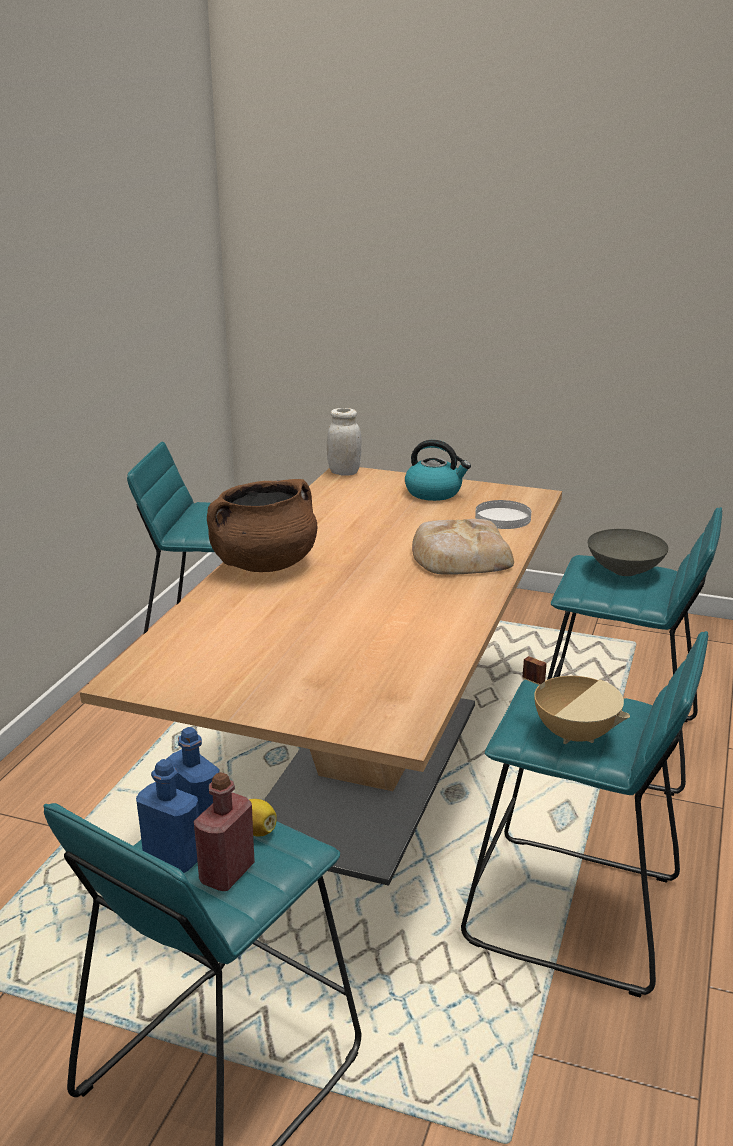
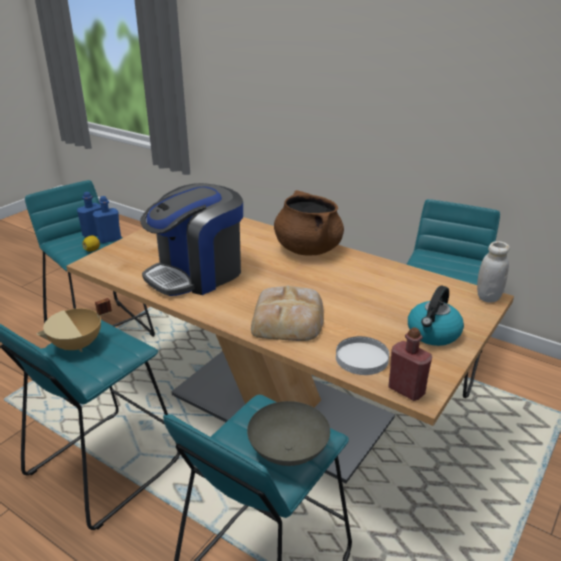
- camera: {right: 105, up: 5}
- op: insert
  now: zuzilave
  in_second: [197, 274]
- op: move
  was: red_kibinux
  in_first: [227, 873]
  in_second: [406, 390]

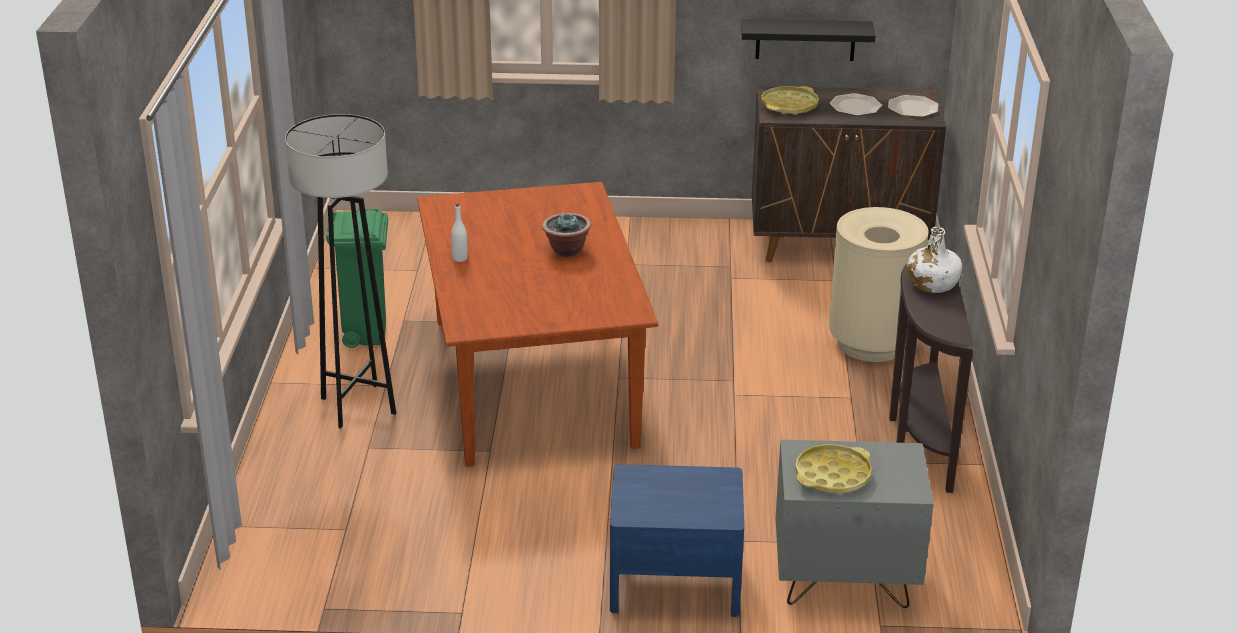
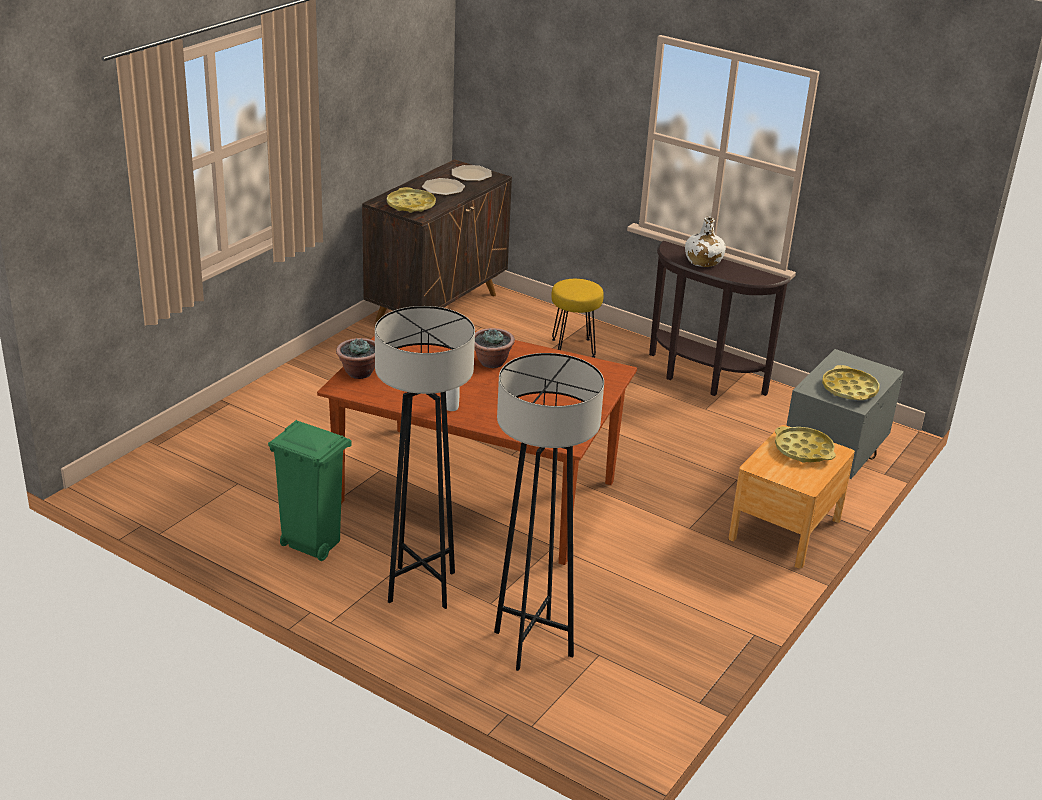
- camera: {right: -60, up: 0}
- op: insert
  now: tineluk
  in_second: [358, 373]
- op: insert
  now: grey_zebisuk
  in_second: [533, 644]
- op: replace
  was: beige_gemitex
  now: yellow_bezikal
  in_first: [872, 343]
  in_second: [573, 348]
- op: recolor
  was: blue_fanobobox
  now: brown_fanobobox
  in_first: [675, 582]
  in_second: [785, 529]
- op: insert
  now: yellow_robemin
  in_second: [803, 450]
- op: delete
  was: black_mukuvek
  in_first: [805, 39]

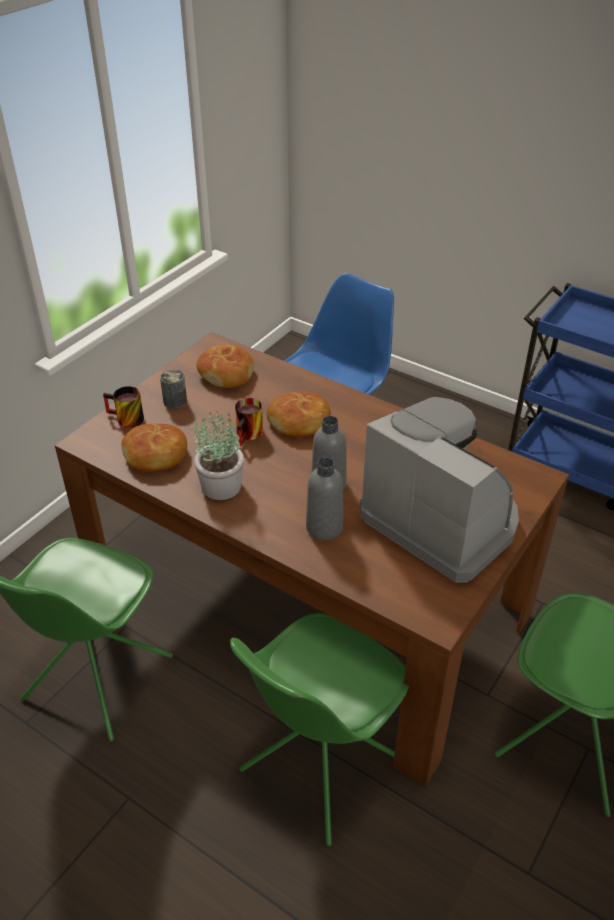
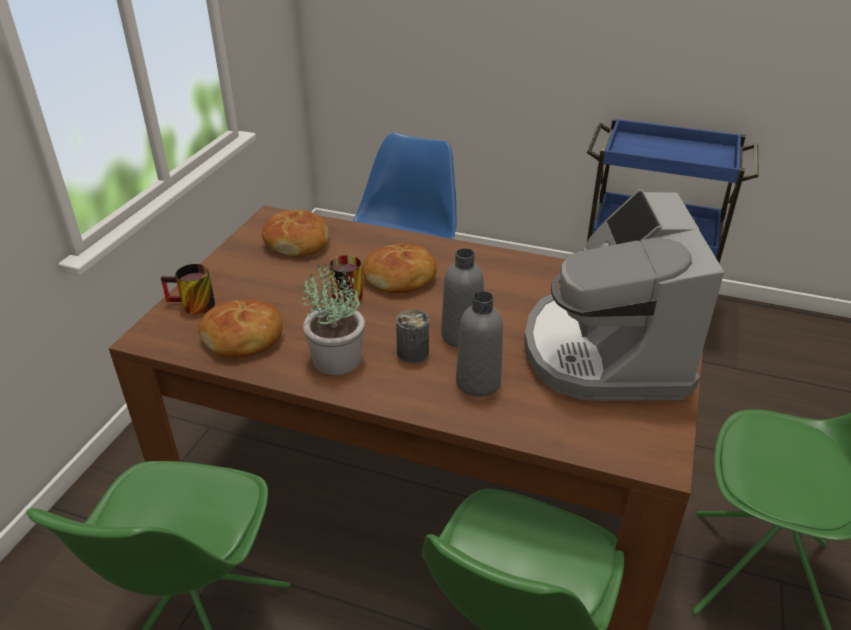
- camera: {right: -15, up: -5}
- op: move
  was: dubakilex
  in_first: [175, 401]
  in_second: [413, 353]
- op: rotate
  was: zuzilave
  in_first: [442, 520]
  in_second: [605, 351]
  clockwise: -120

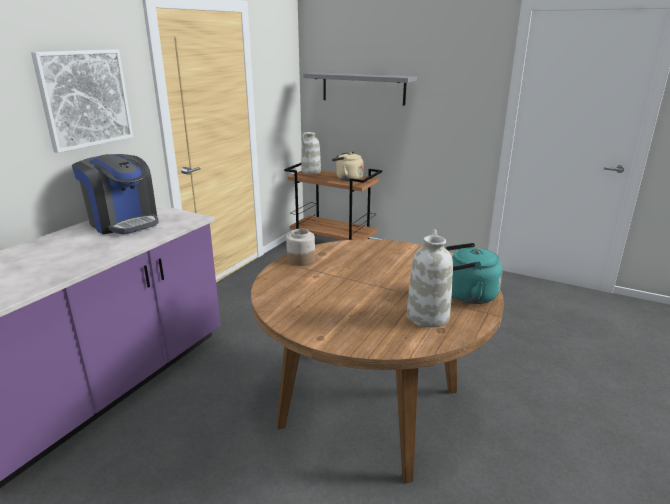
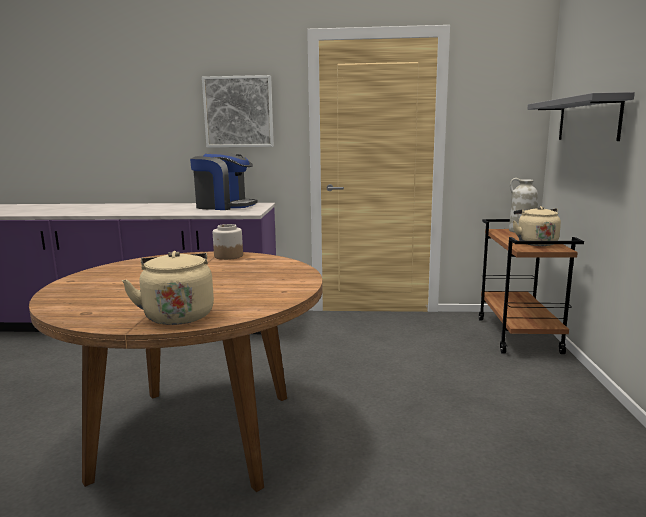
- camera: {right: 65, up: -10}
- op: recolor
  was: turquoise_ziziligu
  now: beige_ziziligu
  in_first: [467, 295]
  in_second: [178, 315]
- op: rotate
  was: zuzilave
  in_first: [123, 222]
  in_second: [224, 206]
  clockwise: -90
- op: delete
  was: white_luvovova
  in_first: [427, 316]

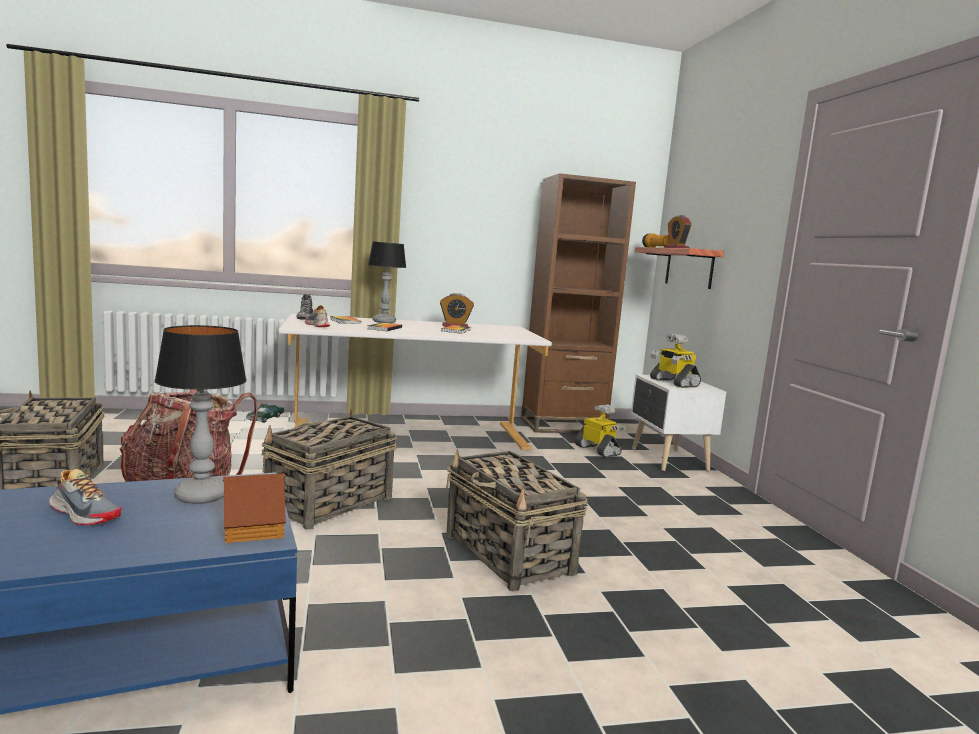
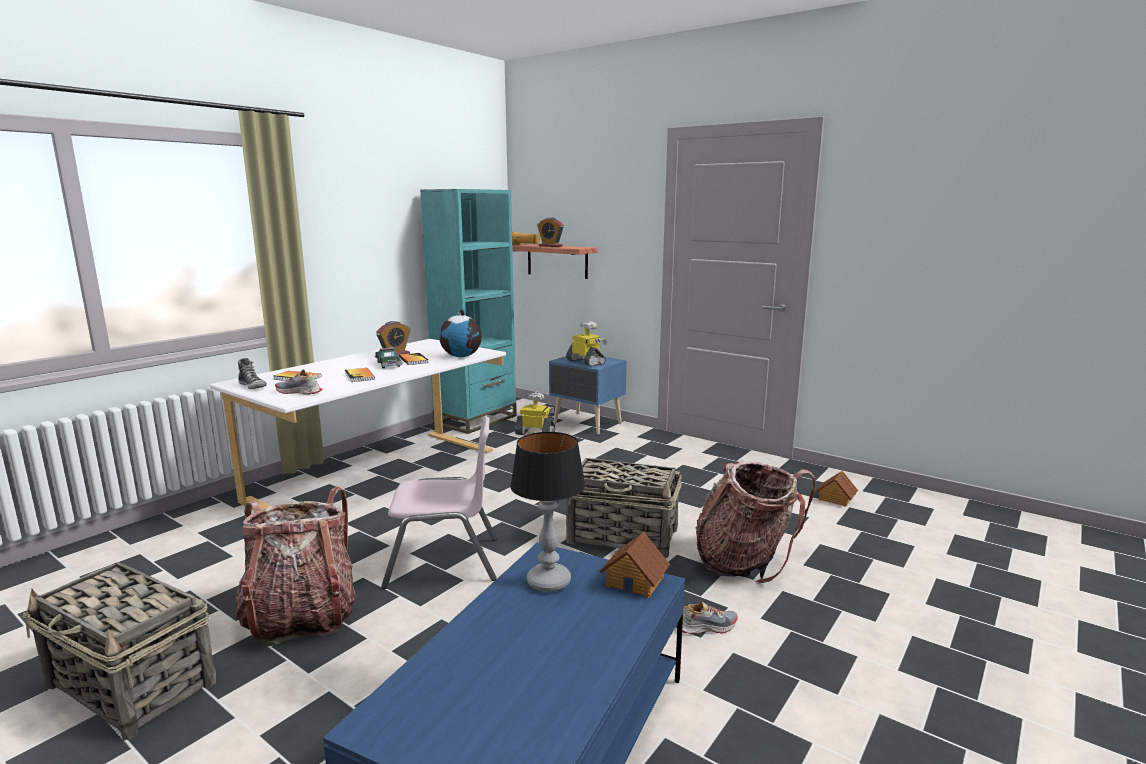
- camera: {right: -40, up: 5}
- op: move
  was: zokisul
  in_first: [265, 418]
  in_second: [388, 364]
- op: replace
  was: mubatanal
  now: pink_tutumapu
  in_first: [328, 503]
  in_second: [444, 562]
- op: recolor
  was: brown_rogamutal
  now: turquoise_rogamutal
  in_first: [563, 425]
  in_second: [476, 420]
- op: insert
  now: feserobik
  in_second: [462, 356]
- op: recolor
  was: white_fanobobox
  now: blue_fanobobox
  in_first: [668, 460]
  in_second: [587, 424]
- op: rotate
  was: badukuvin
  in_first: [673, 383]
  in_second: [586, 362]
  clockwise: -150
- op: move
  was: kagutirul
  in_first: [85, 513]
  in_second: [706, 627]
- op: insert
  now: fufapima
  in_second: [745, 562]
- op: insert
  now: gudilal
  in_second: [835, 499]
- op: delete
  was: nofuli
  in_first: [384, 322]

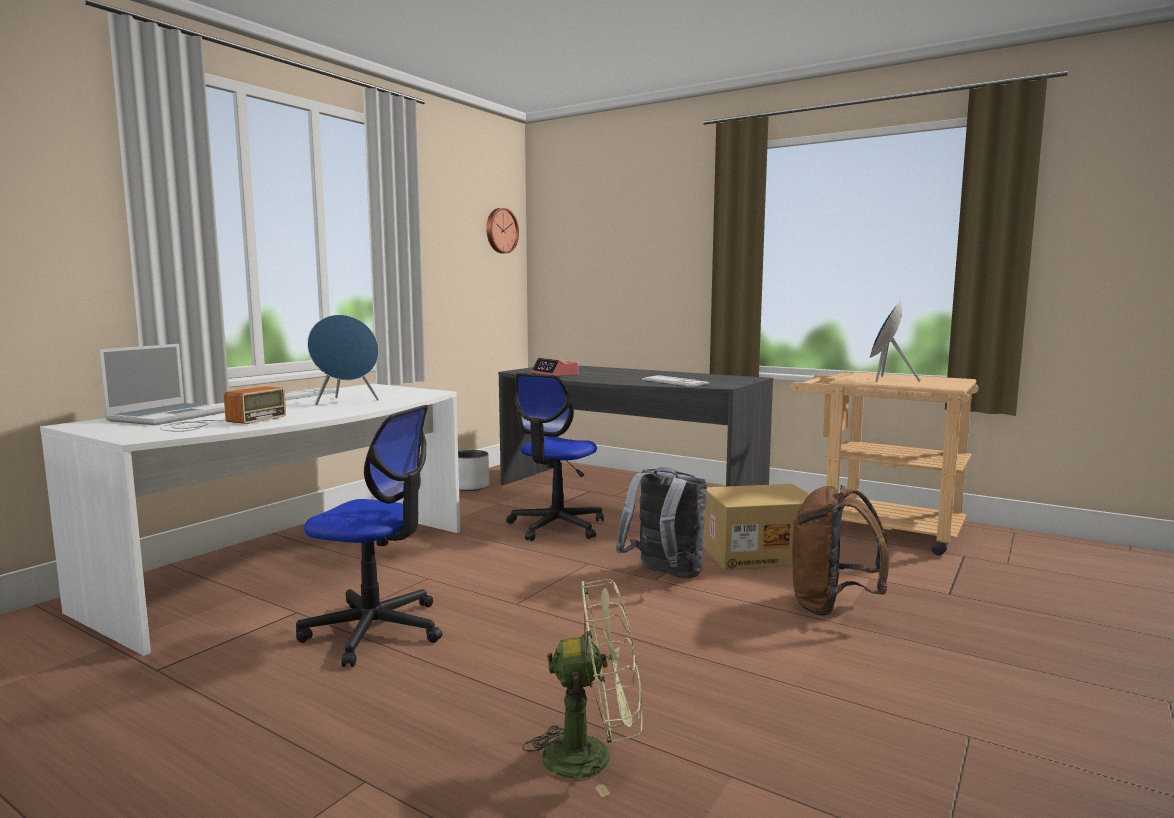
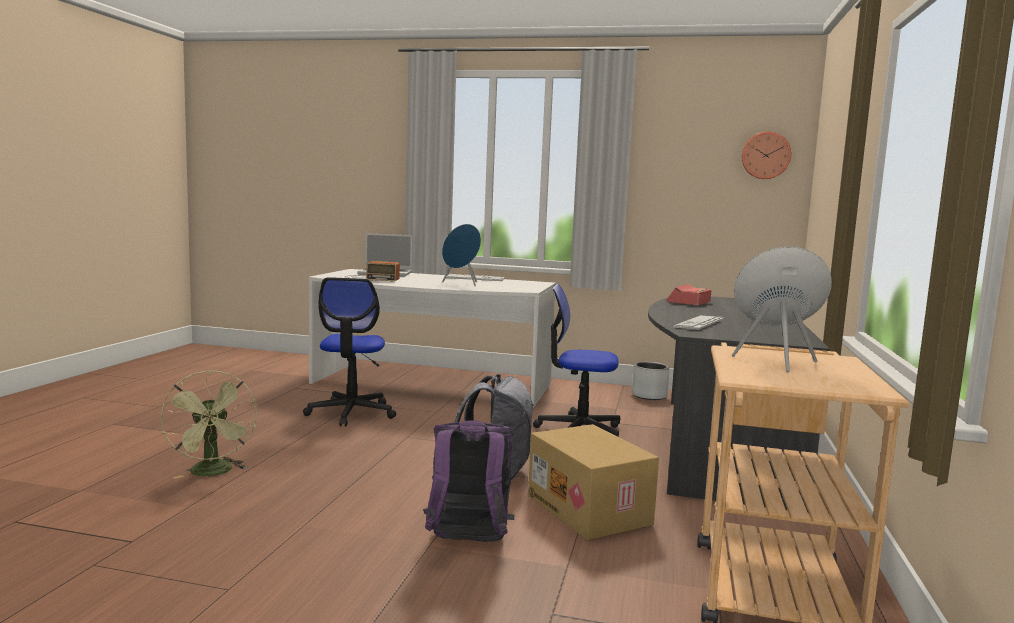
- camera: {right: 70, up: 0}
- op: recolor
  was: brown_fufapima
  now: purple_fufapima
  in_first: [832, 607]
  in_second: [467, 543]

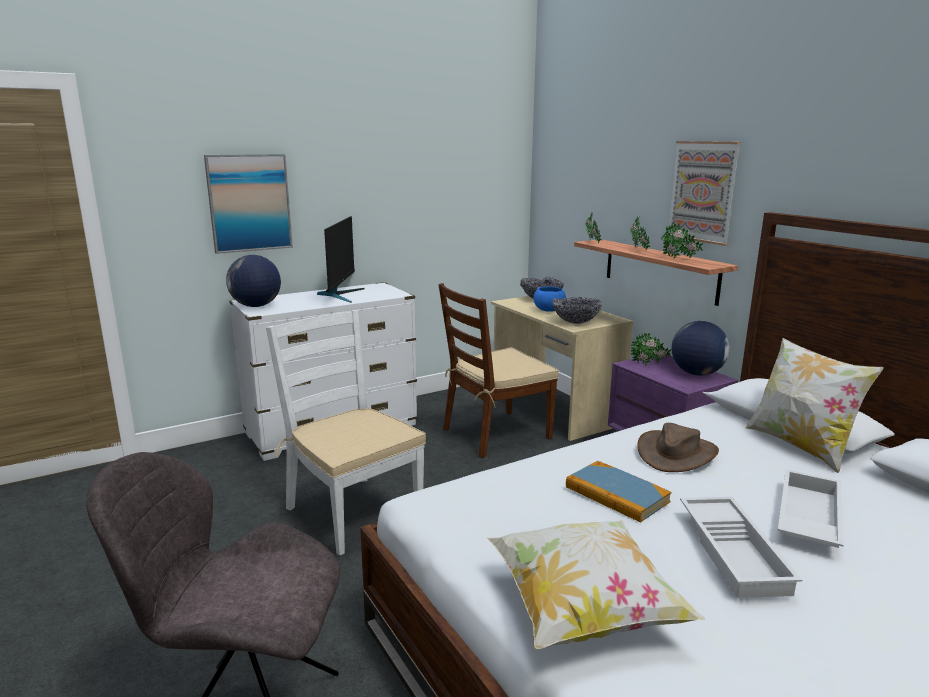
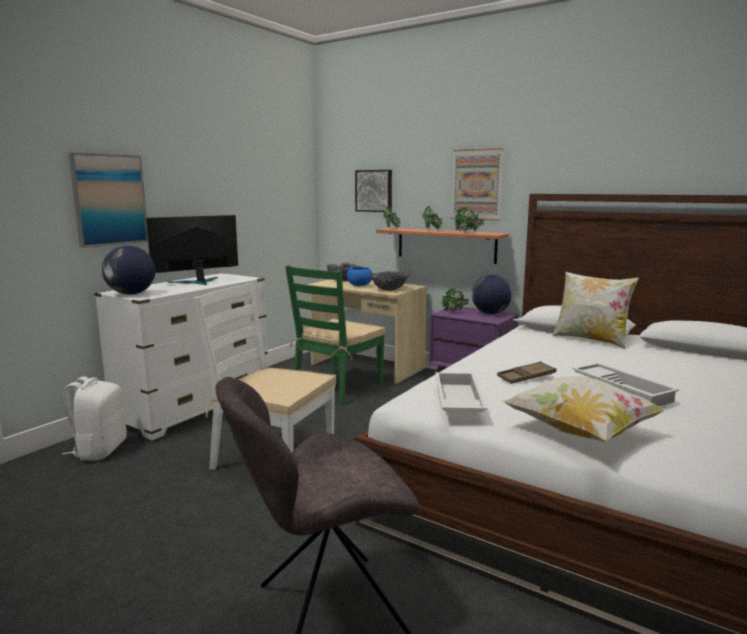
- camera: {right: -25, up: -5}
- op: insert
  now: white_fufapima
  in_second: [99, 450]
- op: rotate
  was: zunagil
  in_first: [340, 295]
  in_second: [198, 282]
  clockwise: -105
- op: recolor
  was: brown_tutumapu
  now: green_tutumapu
  in_first: [495, 433]
  in_second: [337, 388]
- op: insert
  now: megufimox
  in_second: [374, 191]
- op: move
  was: white_robemin
  in_first: [806, 517]
  in_second: [456, 401]
- op: replace
  was: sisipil
  now: brown_robemin
  in_first: [616, 494]
  in_second: [526, 377]
- op: delete
  was: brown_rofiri
  in_first: [676, 453]

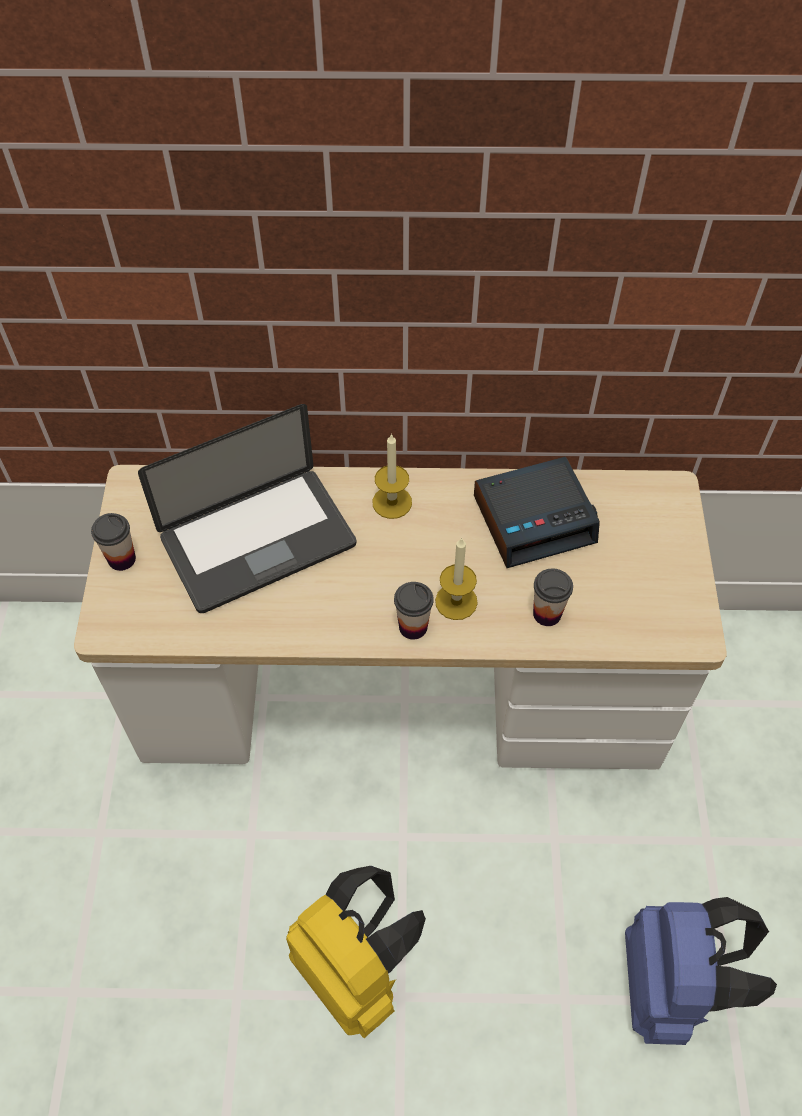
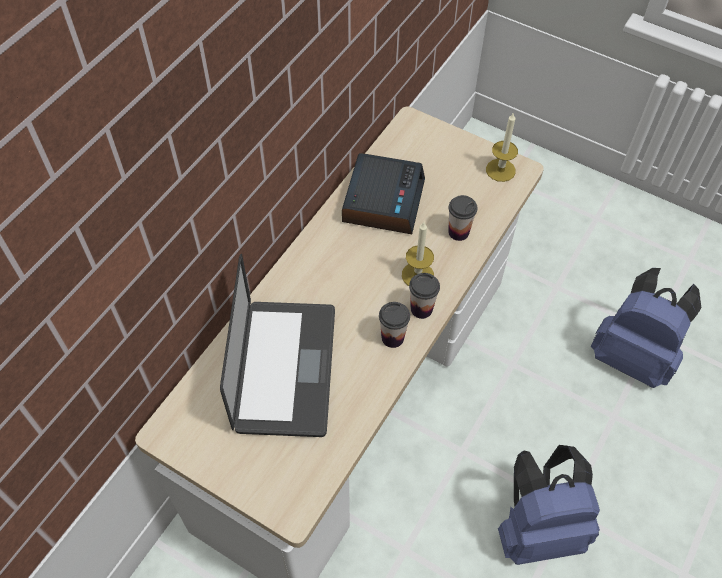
- camera: {right: -60, up: 0}
- op: move
  was: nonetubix
  in_first: [122, 559]
  in_second: [392, 337]
- op: move
  was: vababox
  in_first: [392, 502]
  in_second: [500, 170]
- op: recolor
  was: yellow_fufapima
  now: blue_fufapima
  in_first: [356, 970]
  in_second: [538, 528]

